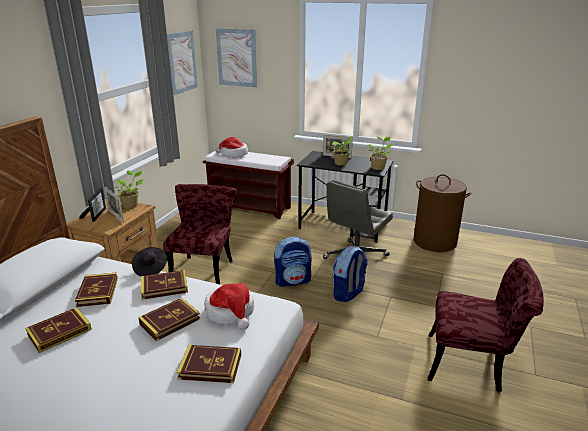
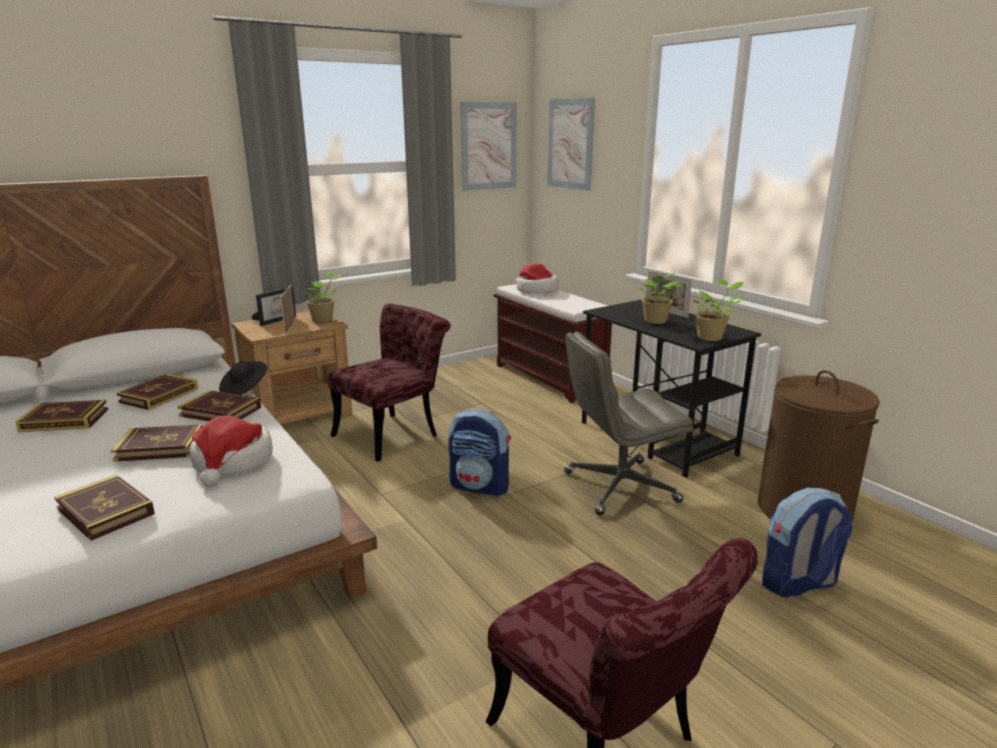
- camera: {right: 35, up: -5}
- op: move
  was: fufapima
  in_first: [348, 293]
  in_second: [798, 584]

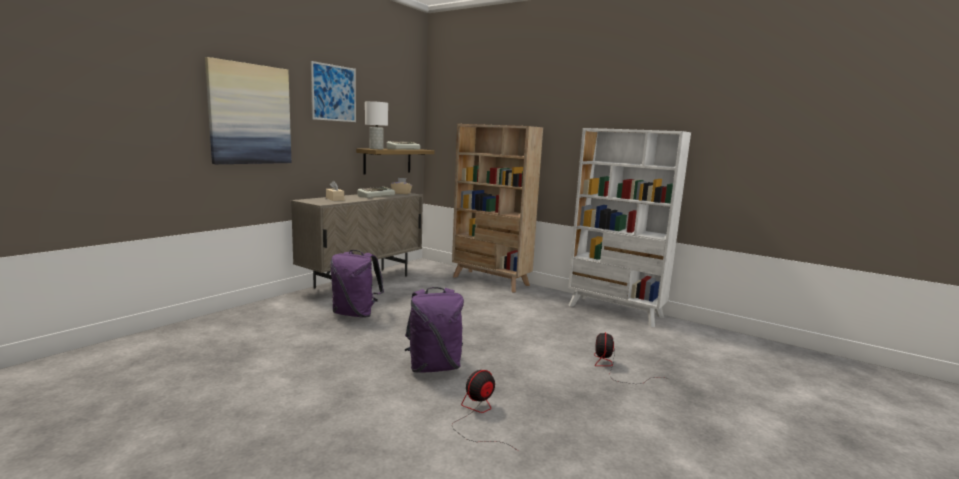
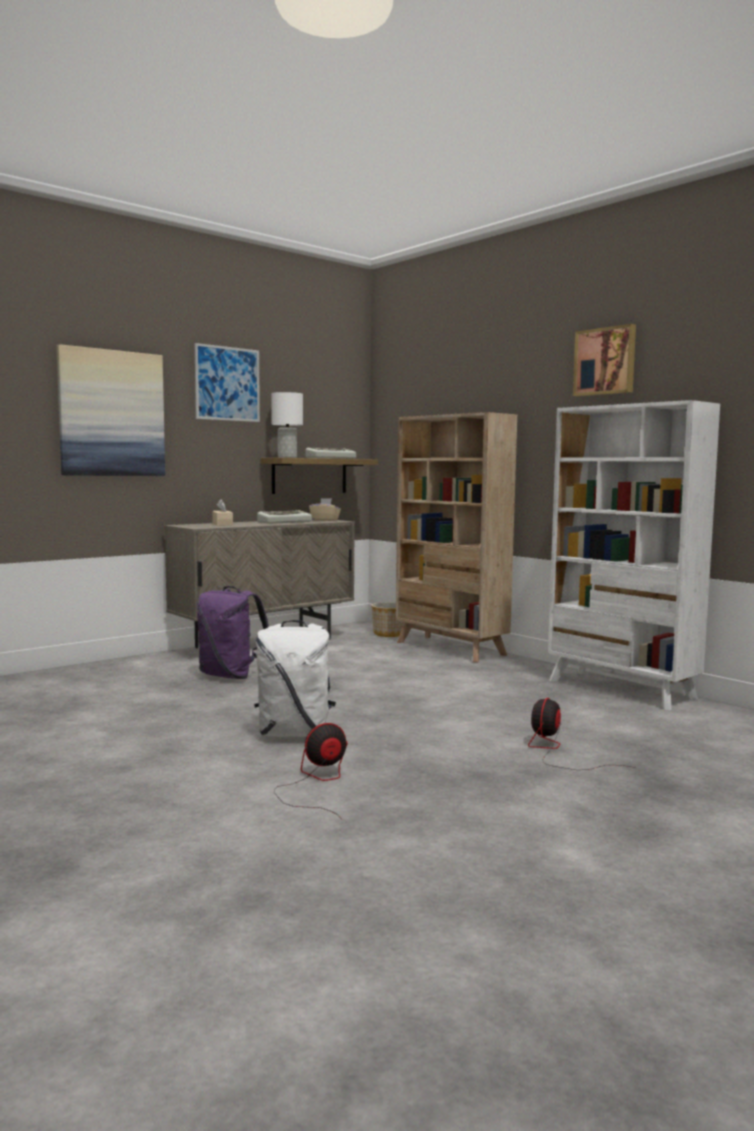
- camera: {right: 15, up: -5}
- op: recolor
  was: purple_fufapima
  now: white_fufapima
  in_first: [434, 367]
  in_second: [295, 733]
- op: insert
  now: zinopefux
  in_second: [389, 634]
- op: insert
  now: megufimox
  in_second: [605, 361]

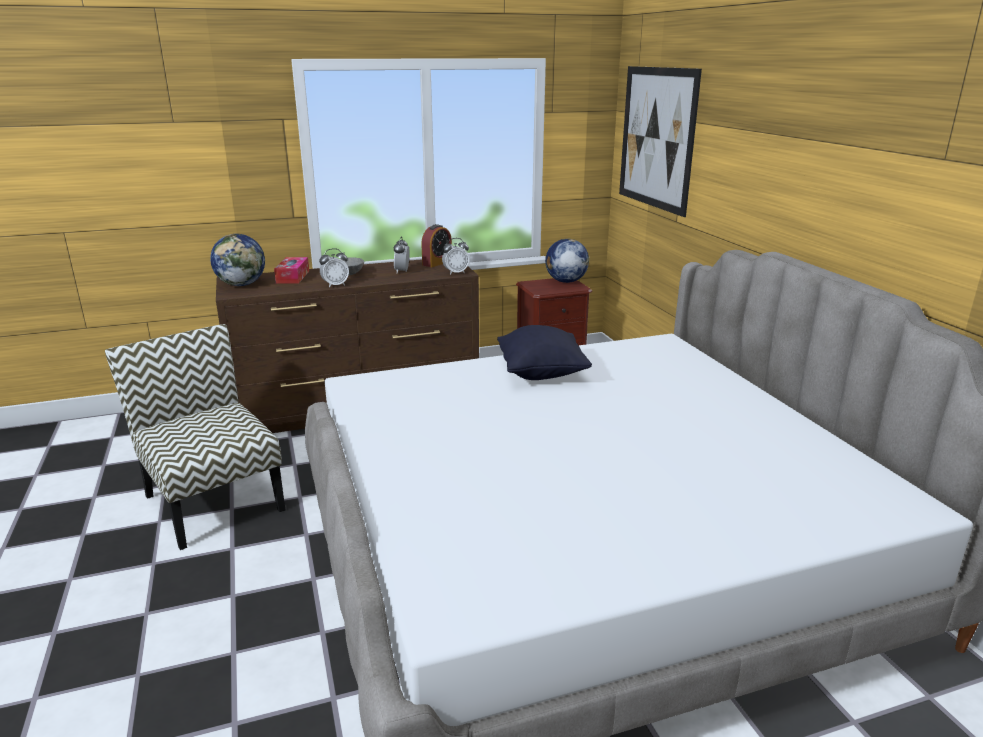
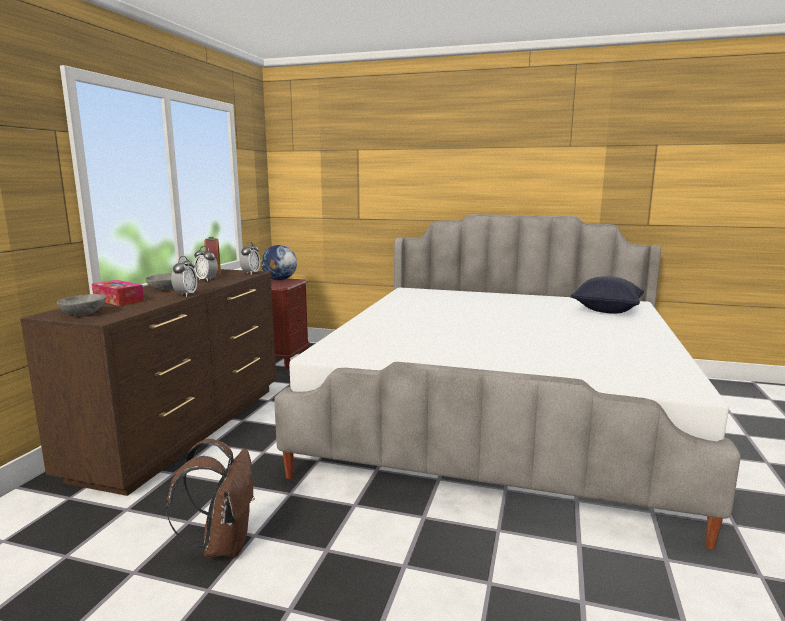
- camera: {right: -55, up: -10}
- op: replace
  was: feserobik
  now: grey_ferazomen
  in_first: [242, 285]
  in_second: [84, 314]
- op: replace
  was: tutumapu
  now: brown_fufapima
  in_first: [212, 502]
  in_second: [224, 544]
- op: move
  was: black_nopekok
  in_first: [541, 373]
  in_second: [606, 311]
- op: delete
  was: megufimox
  in_first: [656, 138]

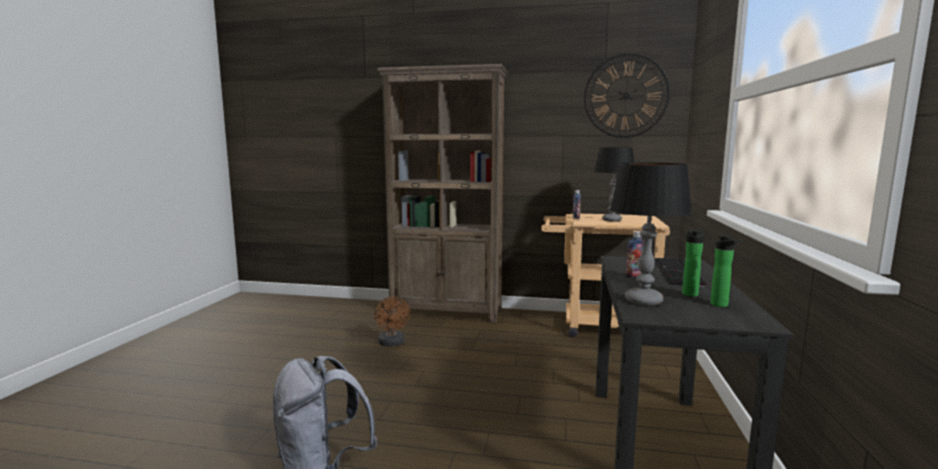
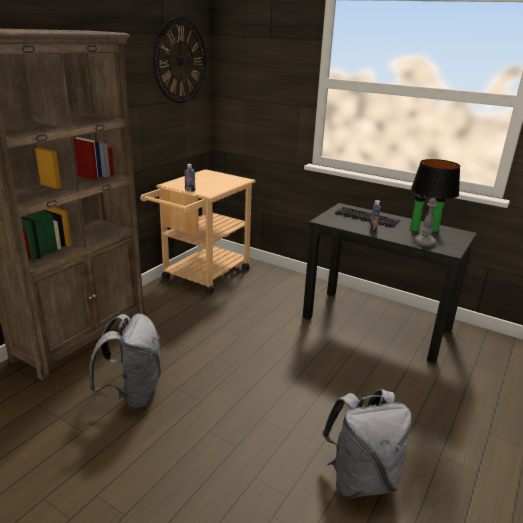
- camera: {right: -70, up: 15}
- op: replace
  was: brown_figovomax
  now: grey_fufapima
  in_first: [392, 343]
  in_second: [132, 394]
- op: delete
  was: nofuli
  in_first: [611, 220]

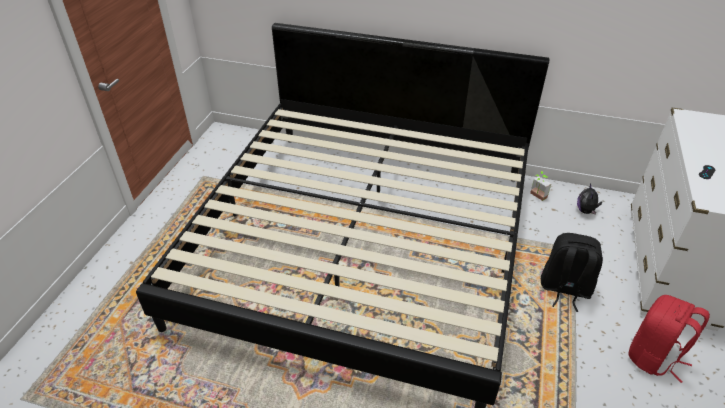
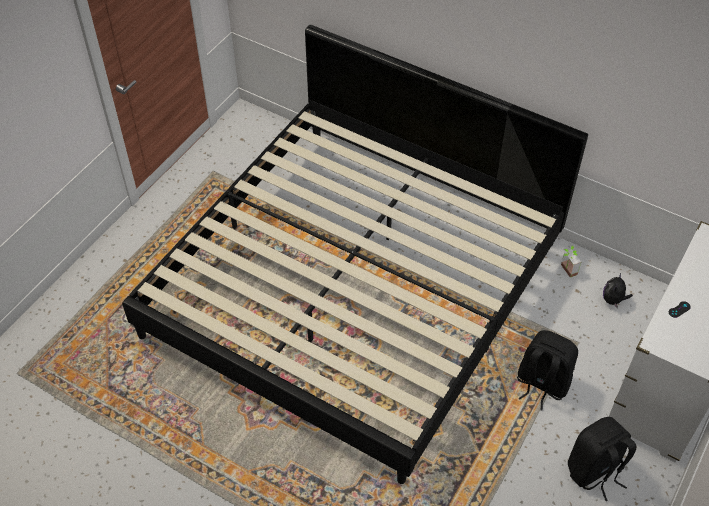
- camera: {right: 15, up: 10}
- op: recolor
  was: red_fufapima
  now: black_fufapima
  in_first: [653, 356]
  in_second: [594, 471]

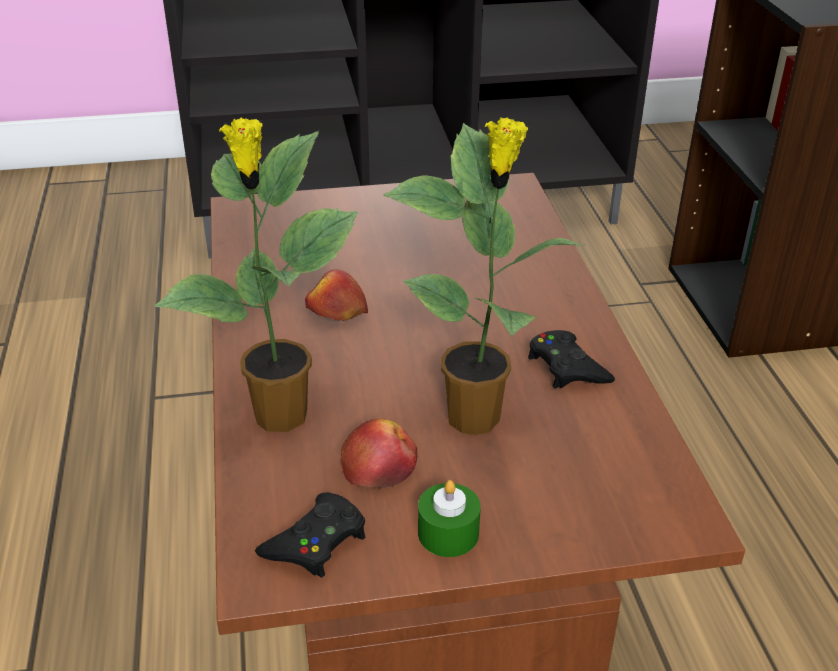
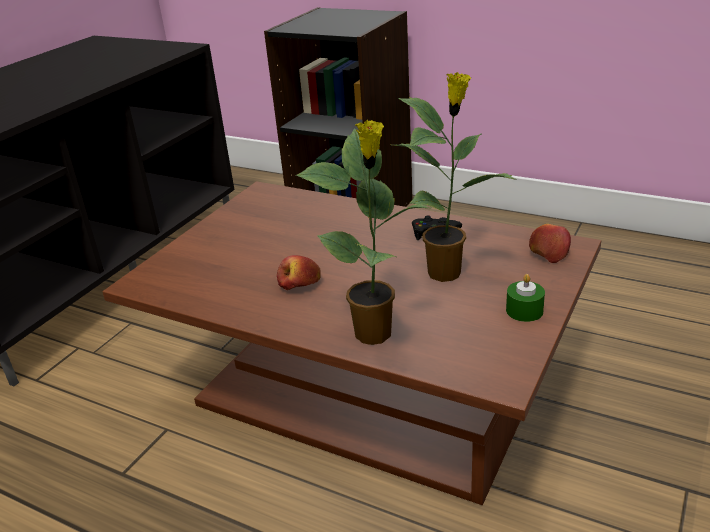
- camera: {right: -50, up: -5}
- op: move
  was: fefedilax
  in_first: [380, 466]
  in_second: [548, 252]
- op: delete
  was: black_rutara
  in_first: [316, 542]

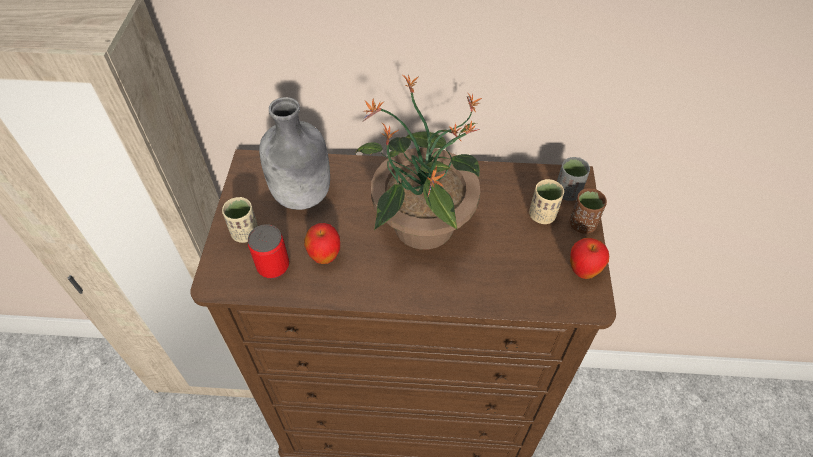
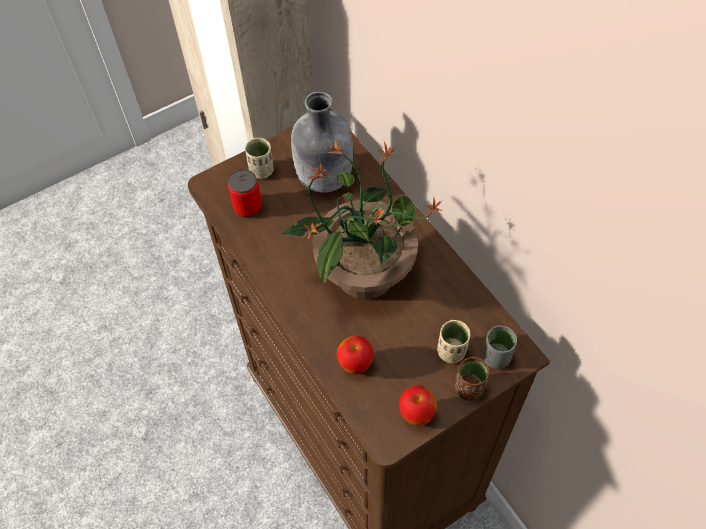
- camera: {right: 55, up: 5}
- op: move
  was: fefedilax
  in_first: [325, 257]
  in_second: [355, 365]

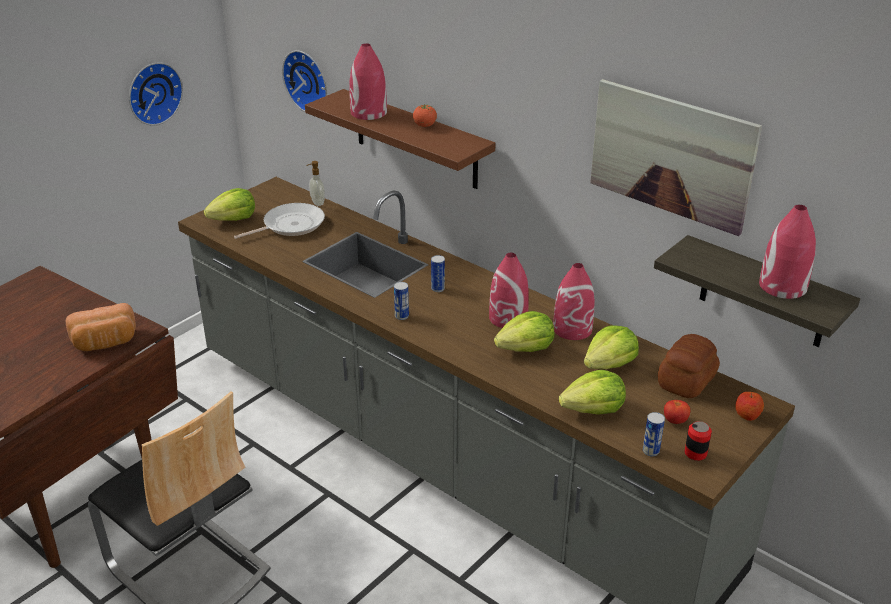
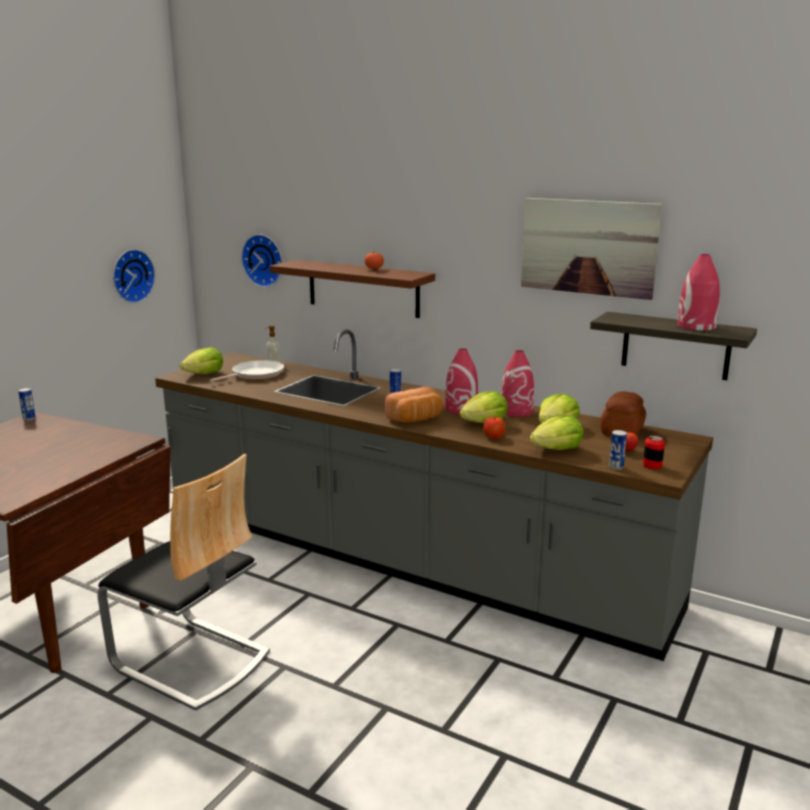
- camera: {right: -10, up: -15}
- op: move
  was: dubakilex
  in_first: [401, 316]
  in_second: [29, 418]
- op: move
  was: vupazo
  in_first: [105, 343]
  in_second: [416, 419]
- op: move
  was: fefedilax
  in_first: [747, 414]
  in_second: [493, 437]
- op: delete
  was: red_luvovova
  in_first: [368, 113]

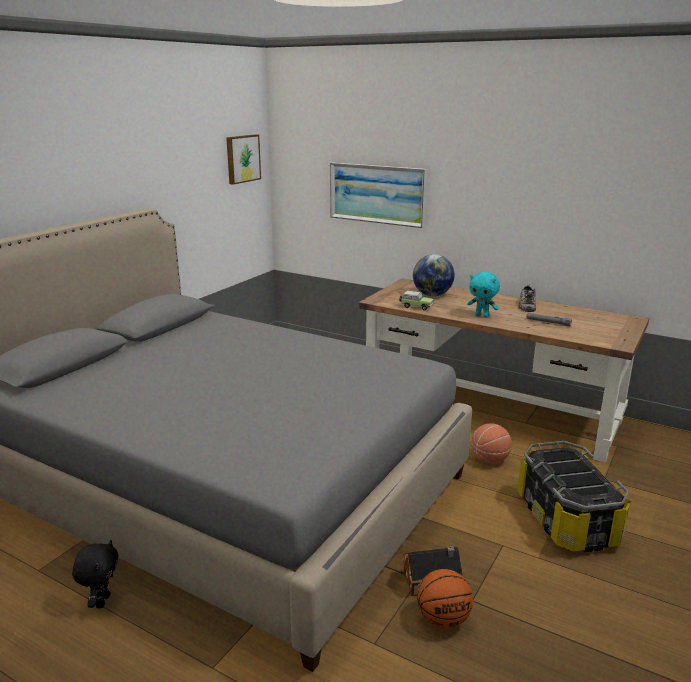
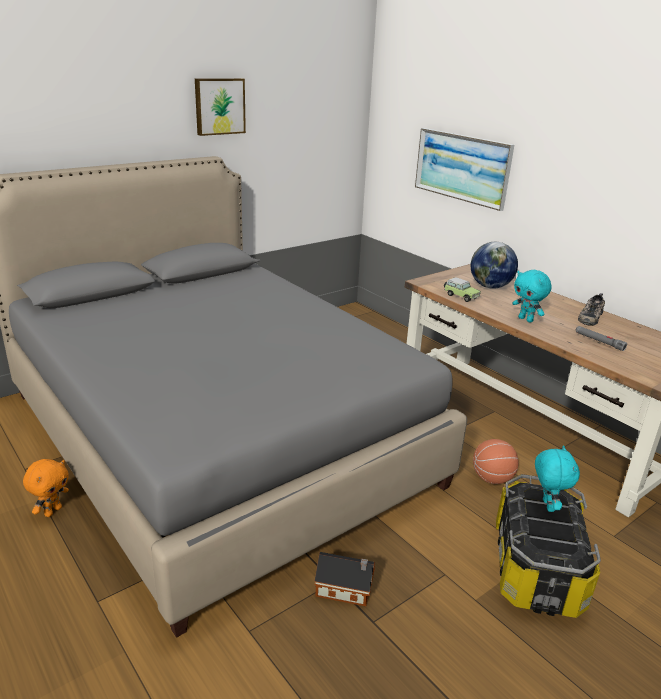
- camera: {right: 20, up: 5}
- op: recolor
  was: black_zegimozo
  now: orange_zegimozo
  in_first: [102, 601]
  in_second: [52, 511]
- op: move
  was: megufimox
  in_first: [242, 158]
  in_second: [219, 106]
- op: insert
  now: turquoise_zegimozo
  in_second: [546, 505]
- op: delete
  was: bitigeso
  in_first: [443, 619]

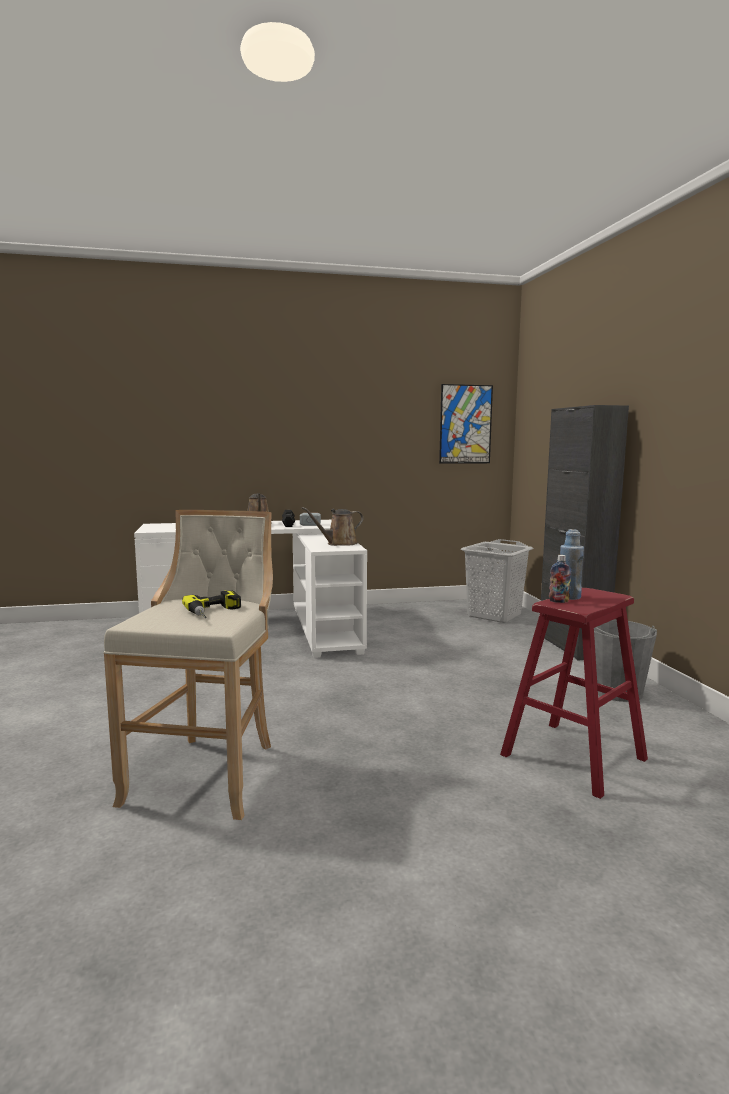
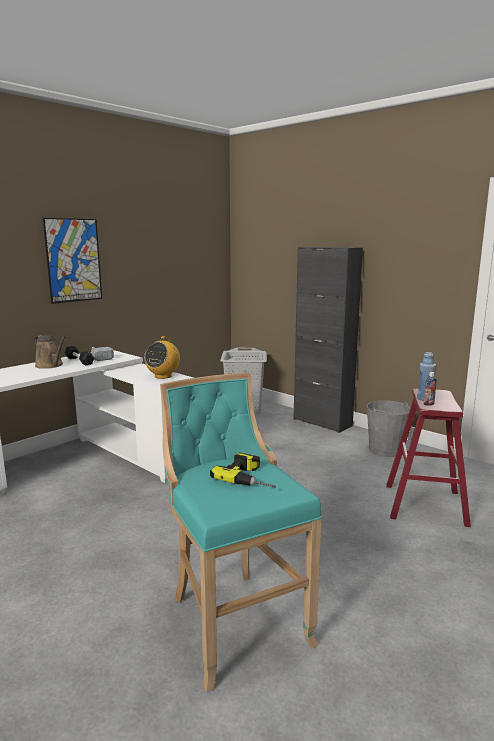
- camera: {right: -35, up: 5}
- op: move
  was: megufimox
  in_first: [465, 424]
  in_second: [73, 260]
- op: replace
  was: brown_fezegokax
  now: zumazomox
  in_first: [339, 544]
  in_second: [163, 376]
- op: recolor
  was: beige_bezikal
  now: turquoise_bezikal
  in_first: [208, 772]
  in_second: [234, 620]

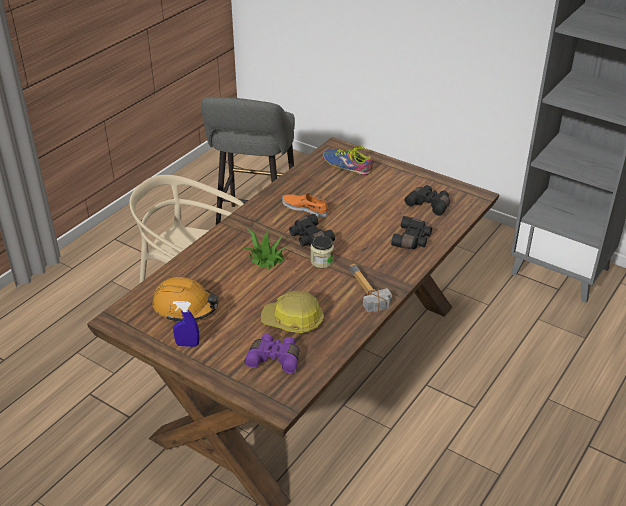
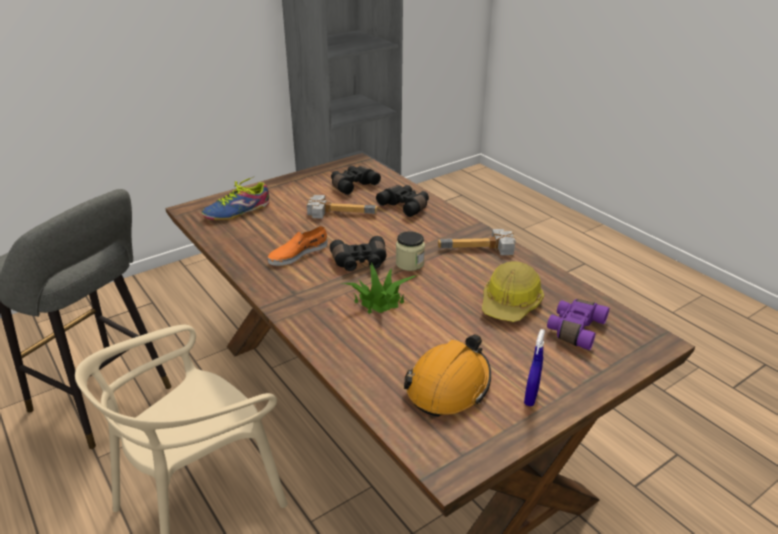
- camera: {right: -70, up: -5}
- op: insert
  now: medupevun
  in_second: [340, 211]

